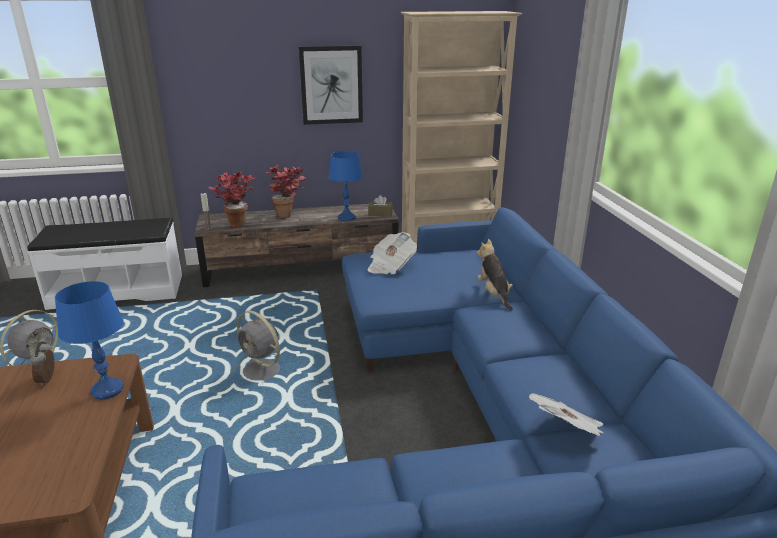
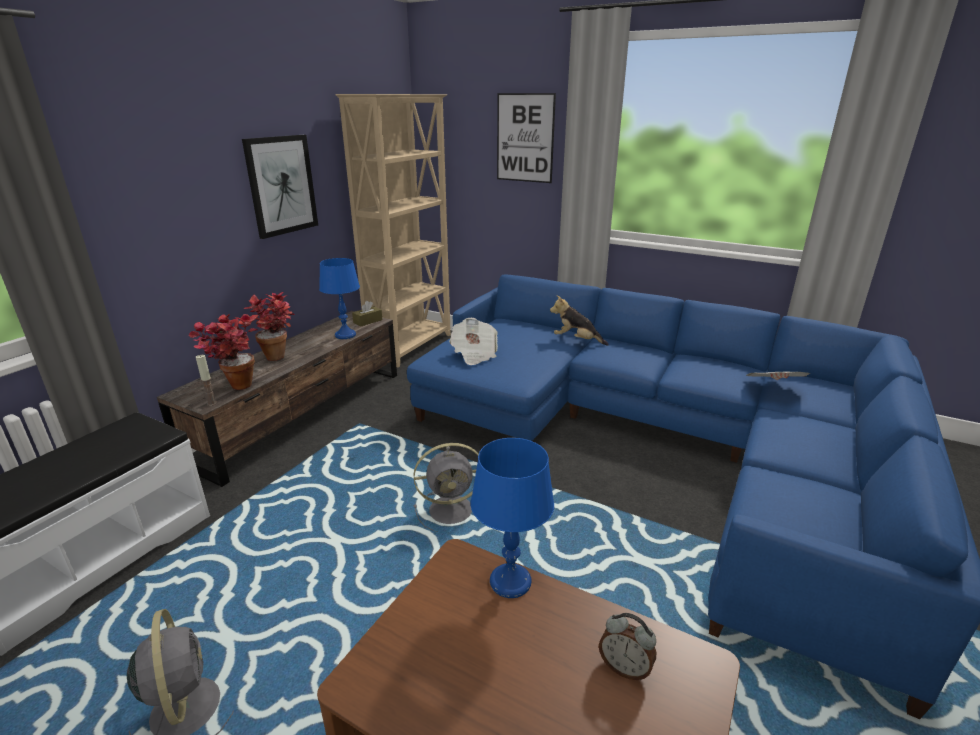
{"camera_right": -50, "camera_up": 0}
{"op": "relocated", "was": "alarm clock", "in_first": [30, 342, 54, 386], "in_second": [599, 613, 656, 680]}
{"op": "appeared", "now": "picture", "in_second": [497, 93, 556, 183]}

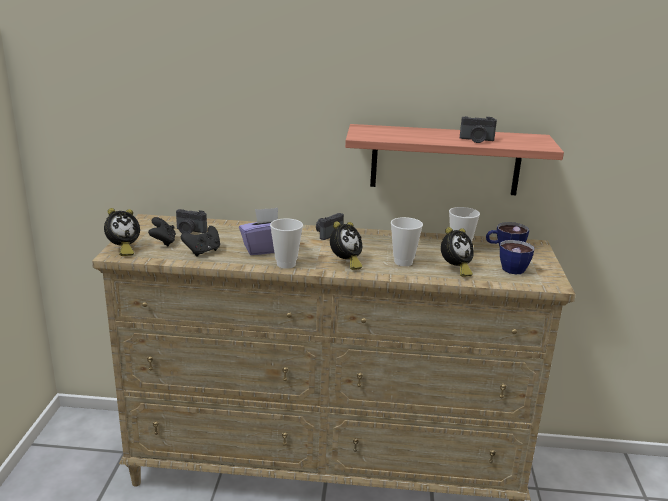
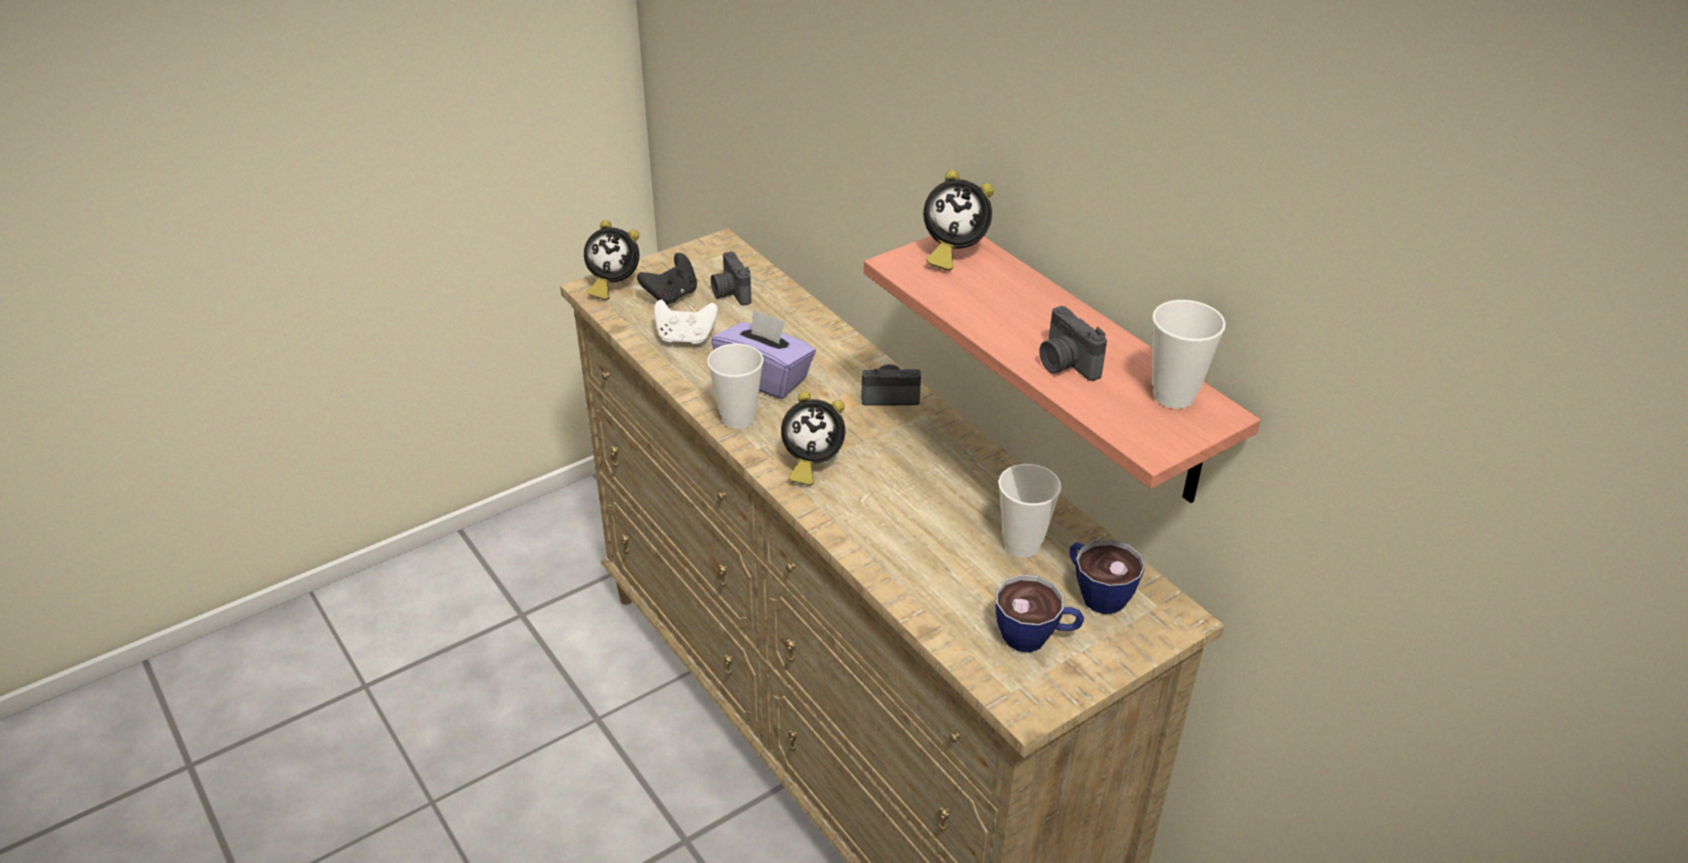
{"camera_right": 50, "camera_up": 15}
{"op": "colour", "was": "black game controller", "now": "white game controller", "in_first": [181, 226, 220, 257], "in_second": [654, 299, 718, 345]}
{"op": "relocated", "was": "cup", "in_first": [391, 217, 423, 266], "in_second": [1152, 300, 1226, 409]}
{"op": "relocated", "was": "alarm clock", "in_first": [441, 227, 474, 277], "in_second": [923, 170, 994, 271]}

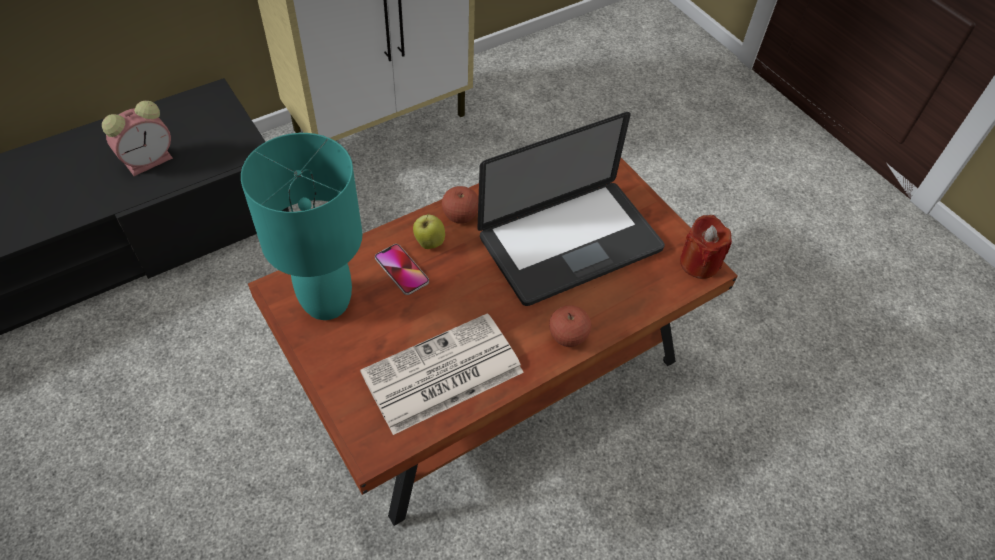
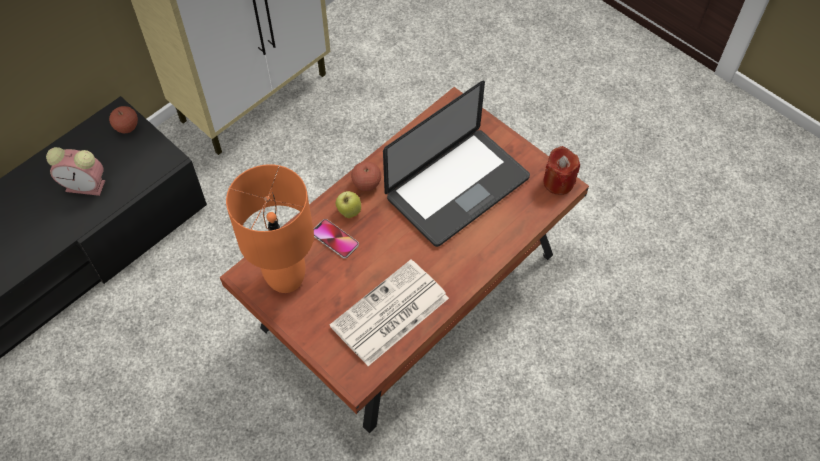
{"camera_right": -10, "camera_up": 5}
{"op": "spun", "was": "alarm clock", "in_first": [102, 100, 173, 176], "in_second": [46, 147, 105, 196], "clockwise": 60}
{"op": "colour", "was": "turquoise table lamp", "now": "orange table lamp", "in_first": [241, 133, 362, 320], "in_second": [226, 164, 314, 293]}
{"op": "relocated", "was": "apple", "in_first": [549, 305, 591, 347], "in_second": [109, 106, 138, 133]}

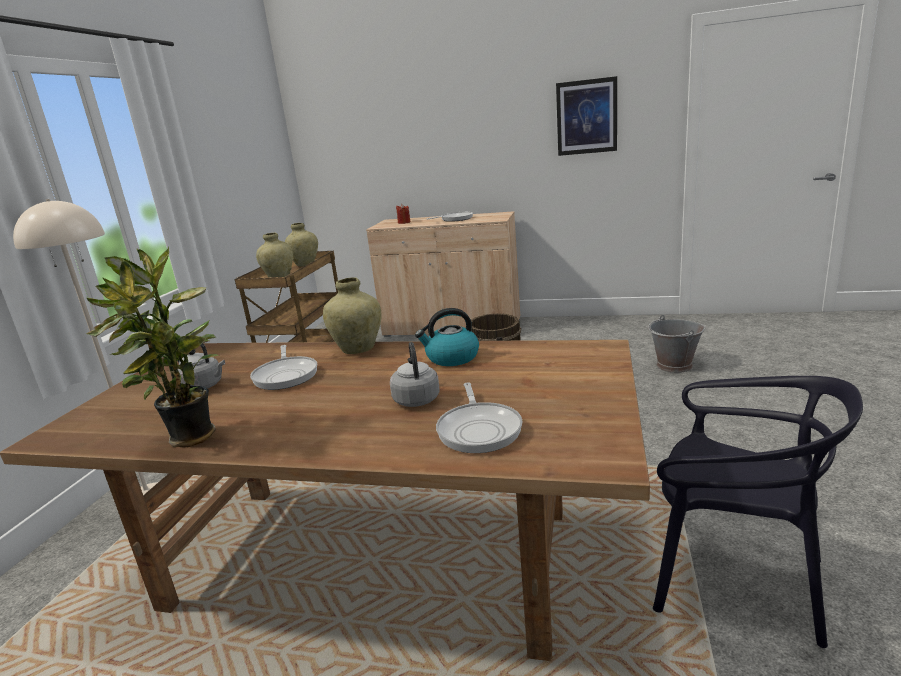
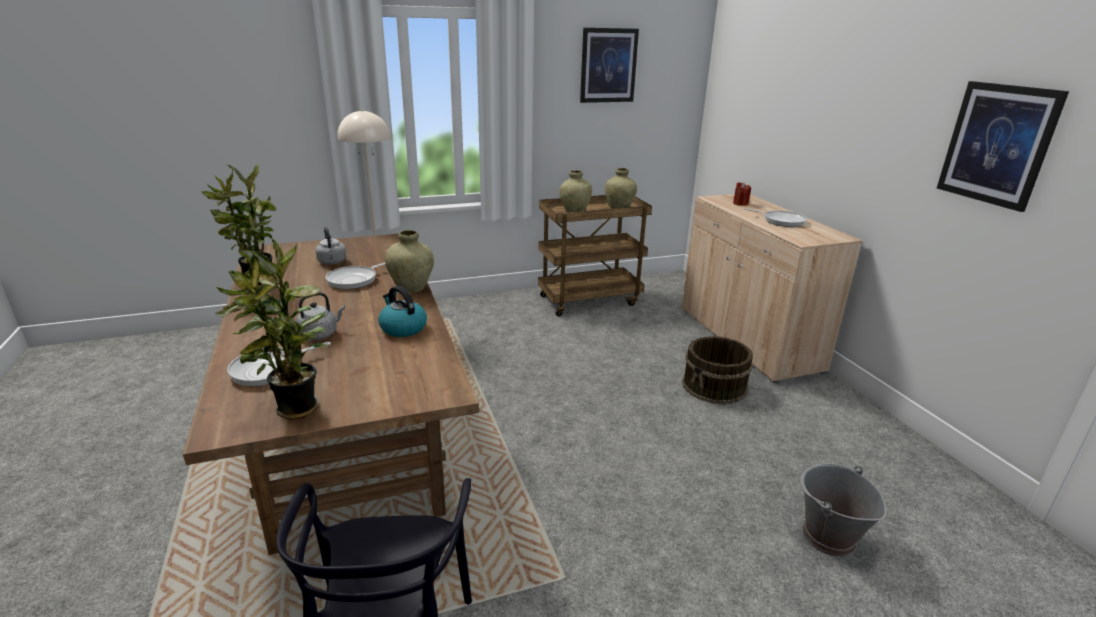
{"camera_right": 55, "camera_up": 5}
{"op": "appeared", "now": "potted plant", "in_second": [215, 237, 328, 420]}
{"op": "appeared", "now": "picture", "in_second": [580, 28, 639, 103]}

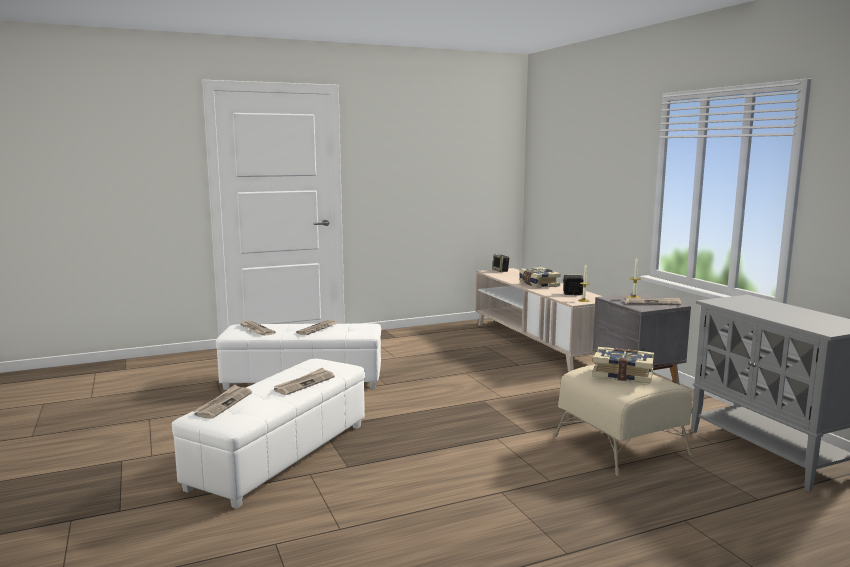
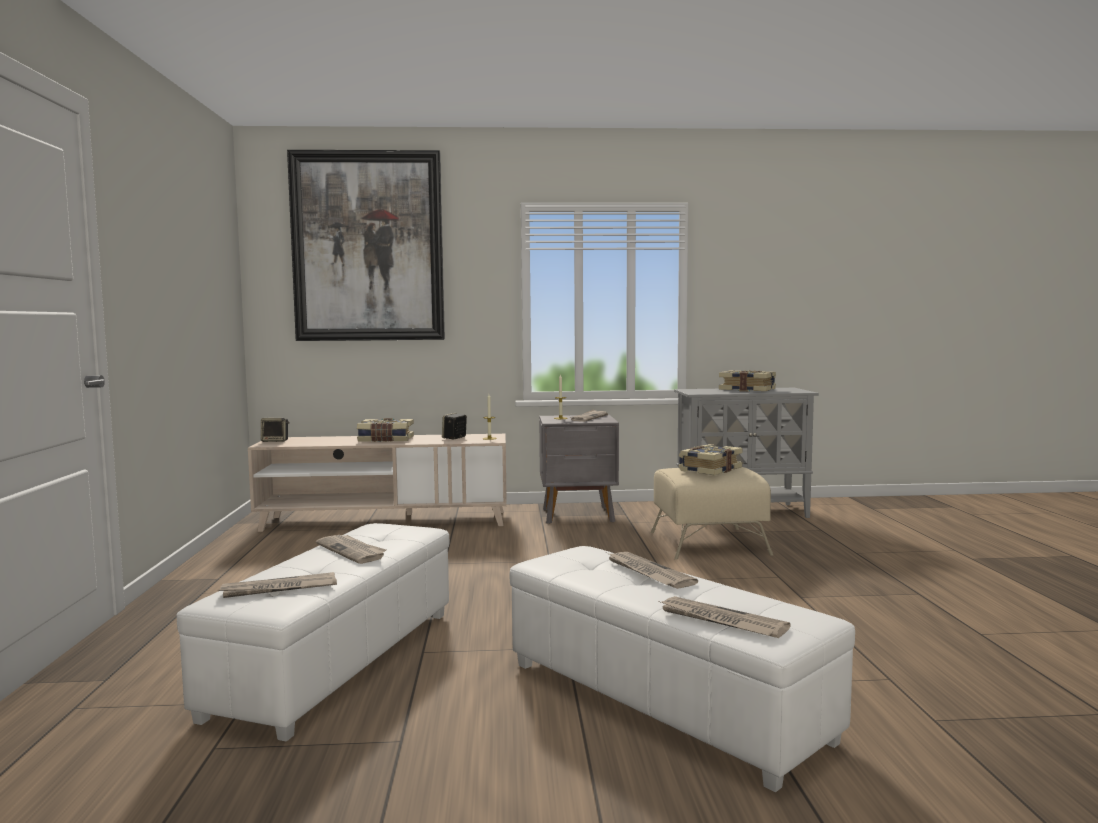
{"camera_right": -70, "camera_up": -5}
{"op": "appeared", "now": "picture", "in_second": [287, 150, 445, 341]}
{"op": "appeared", "now": "book", "in_second": [719, 370, 776, 392]}

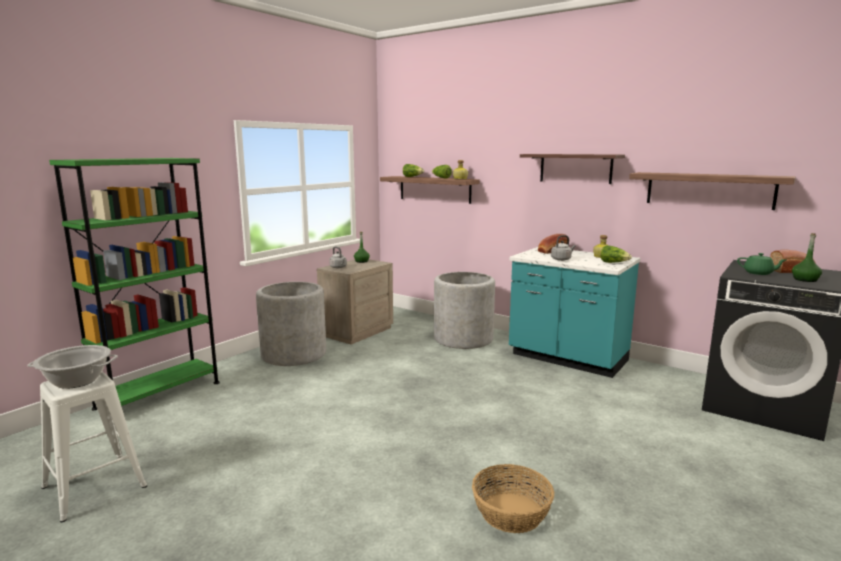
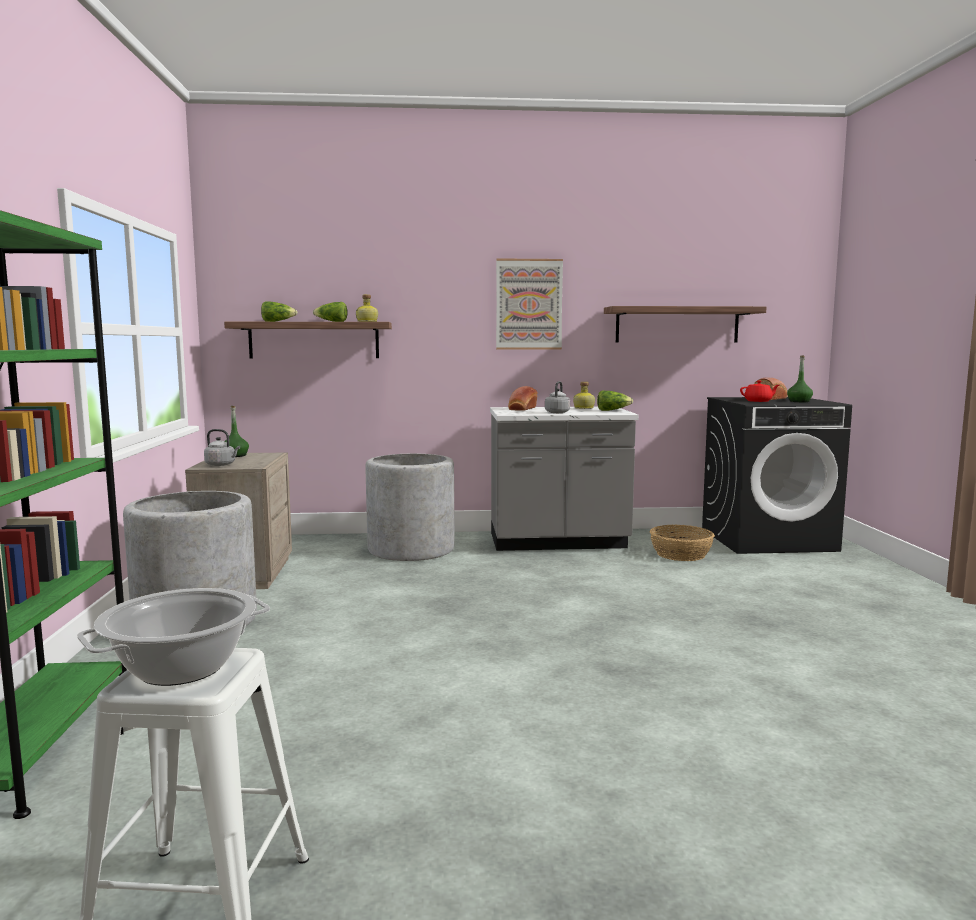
{"camera_right": -40, "camera_up": -5}
{"op": "relocated", "was": "basket", "in_first": [472, 464, 554, 533], "in_second": [650, 525, 714, 561]}
{"op": "colour", "was": "turquoise counter", "now": "grey counter", "in_first": [509, 247, 640, 378], "in_second": [490, 407, 639, 551]}
{"op": "exchanged", "was": "shelf", "now": "picture", "in_first": [520, 154, 625, 184], "in_second": [496, 258, 563, 350]}
{"op": "colour", "was": "green teapot", "now": "red teapot", "in_first": [737, 253, 786, 275], "in_second": [740, 381, 779, 402]}

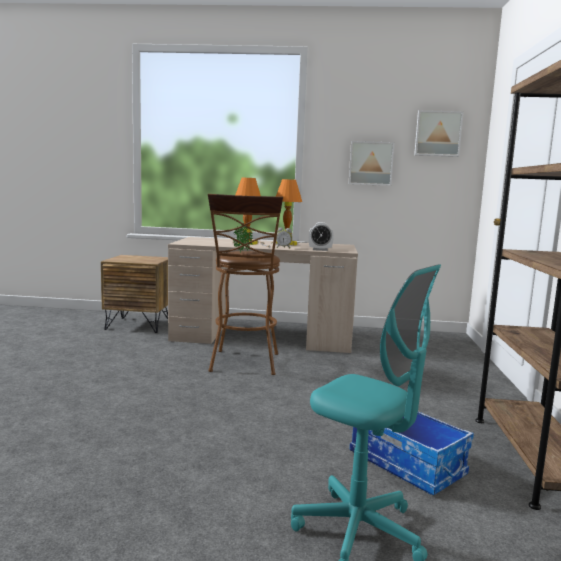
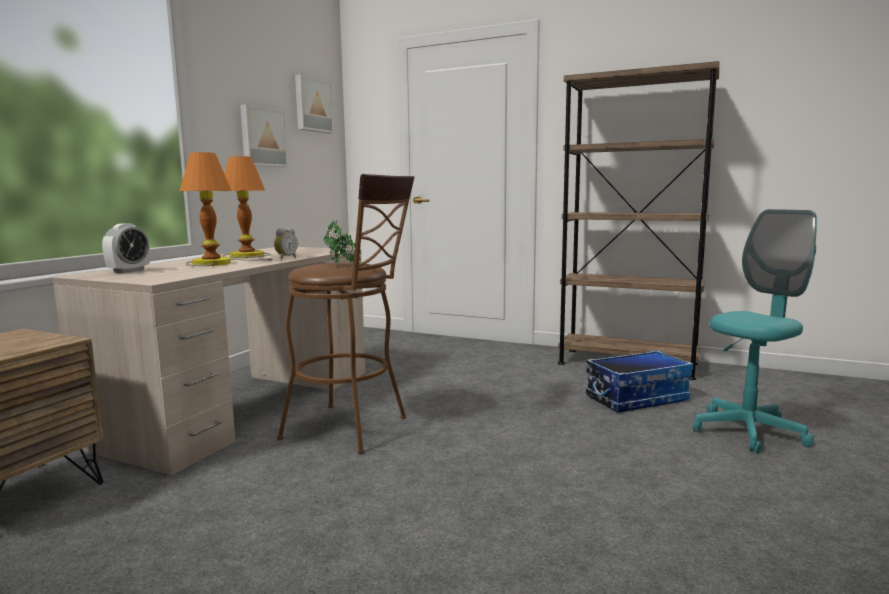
{"camera_right": -70, "camera_up": 0}
{"op": "relocated", "was": "alarm clock", "in_first": [309, 222, 334, 251], "in_second": [102, 223, 150, 273]}

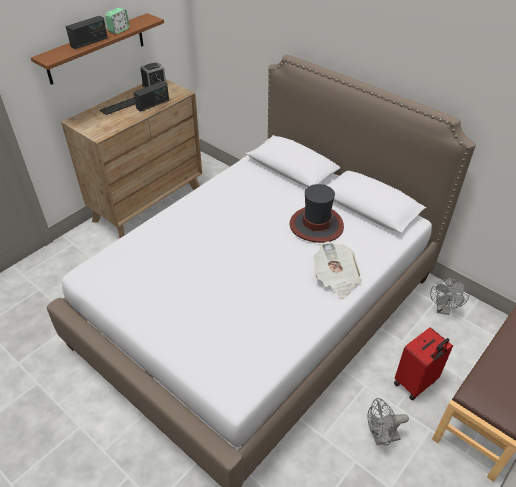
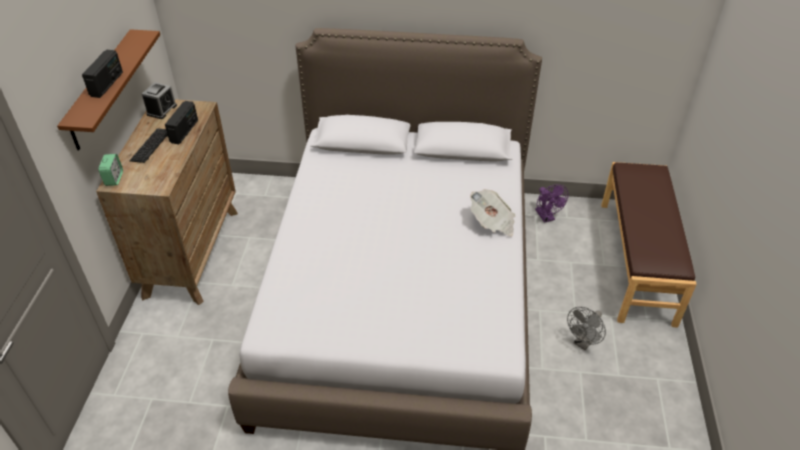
{"camera_right": -35, "camera_up": 0}
{"op": "relocated", "was": "alarm clock", "in_first": [105, 8, 129, 34], "in_second": [99, 154, 123, 186]}
{"op": "missing", "was": "hat", "in_first": [290, 184, 344, 243]}
{"op": "missing", "was": "red suitcase", "in_first": [394, 327, 453, 400]}
{"op": "colour", "was": "grey fan", "now": "purple fan", "in_first": [430, 278, 470, 315], "in_second": [535, 184, 568, 223]}

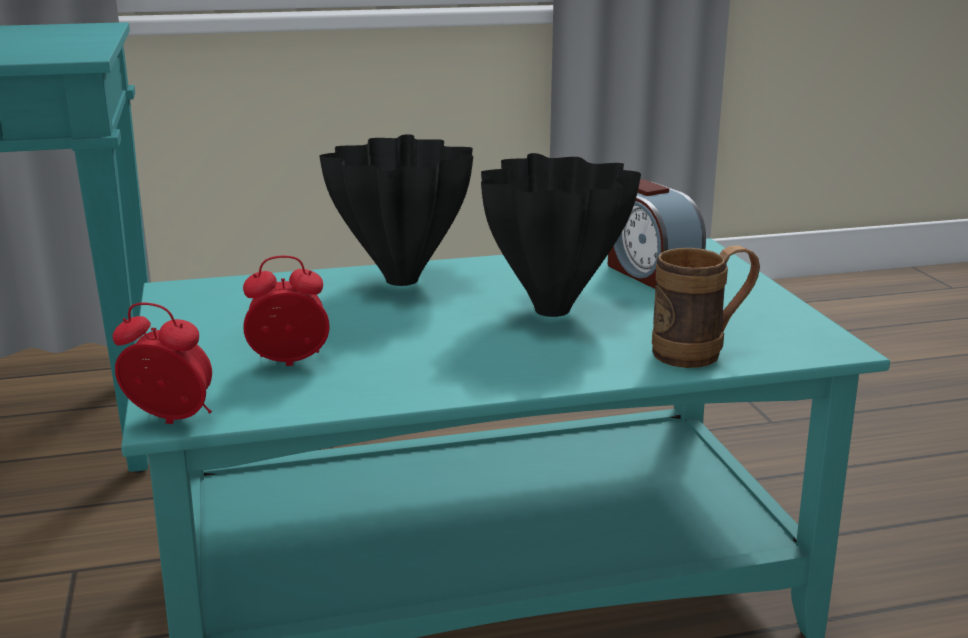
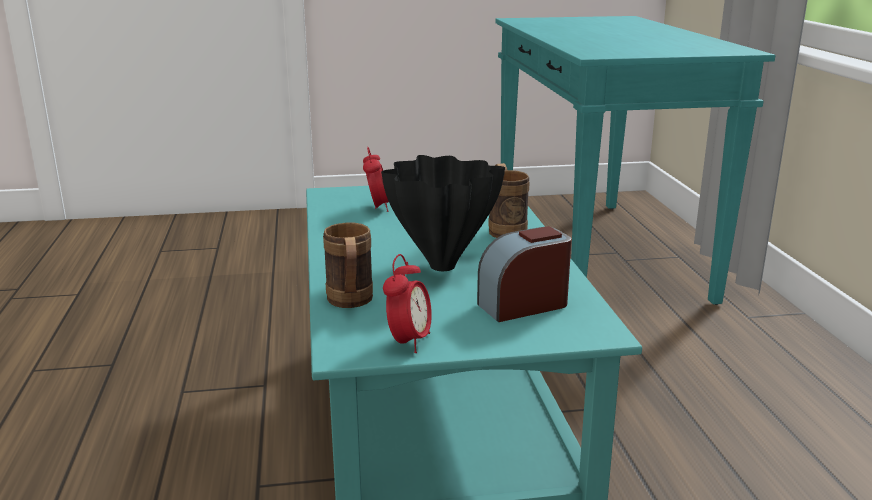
{"camera_right": 95, "camera_up": 0}
{"op": "relocated", "was": "alarm clock", "in_first": [112, 303, 212, 424], "in_second": [383, 254, 432, 353]}
{"op": "exchanged", "was": "black vase", "now": "brown mug", "in_first": [319, 134, 473, 286], "in_second": [488, 163, 530, 238]}

